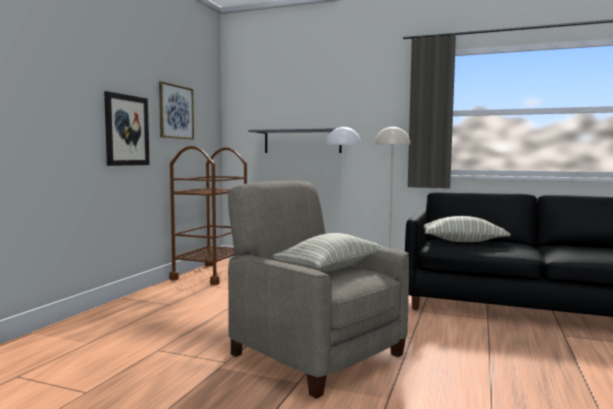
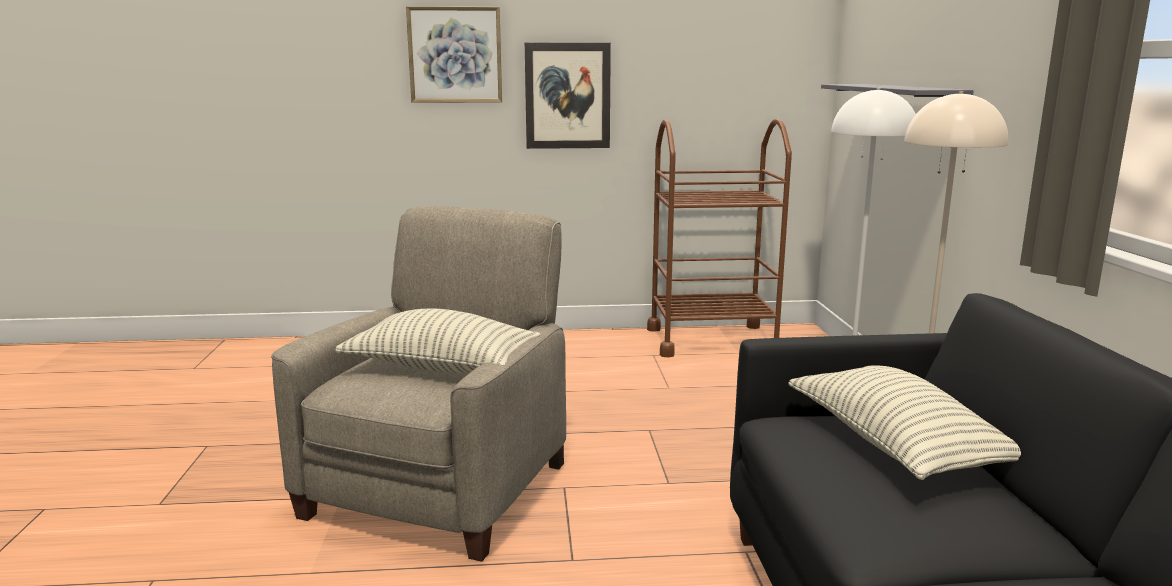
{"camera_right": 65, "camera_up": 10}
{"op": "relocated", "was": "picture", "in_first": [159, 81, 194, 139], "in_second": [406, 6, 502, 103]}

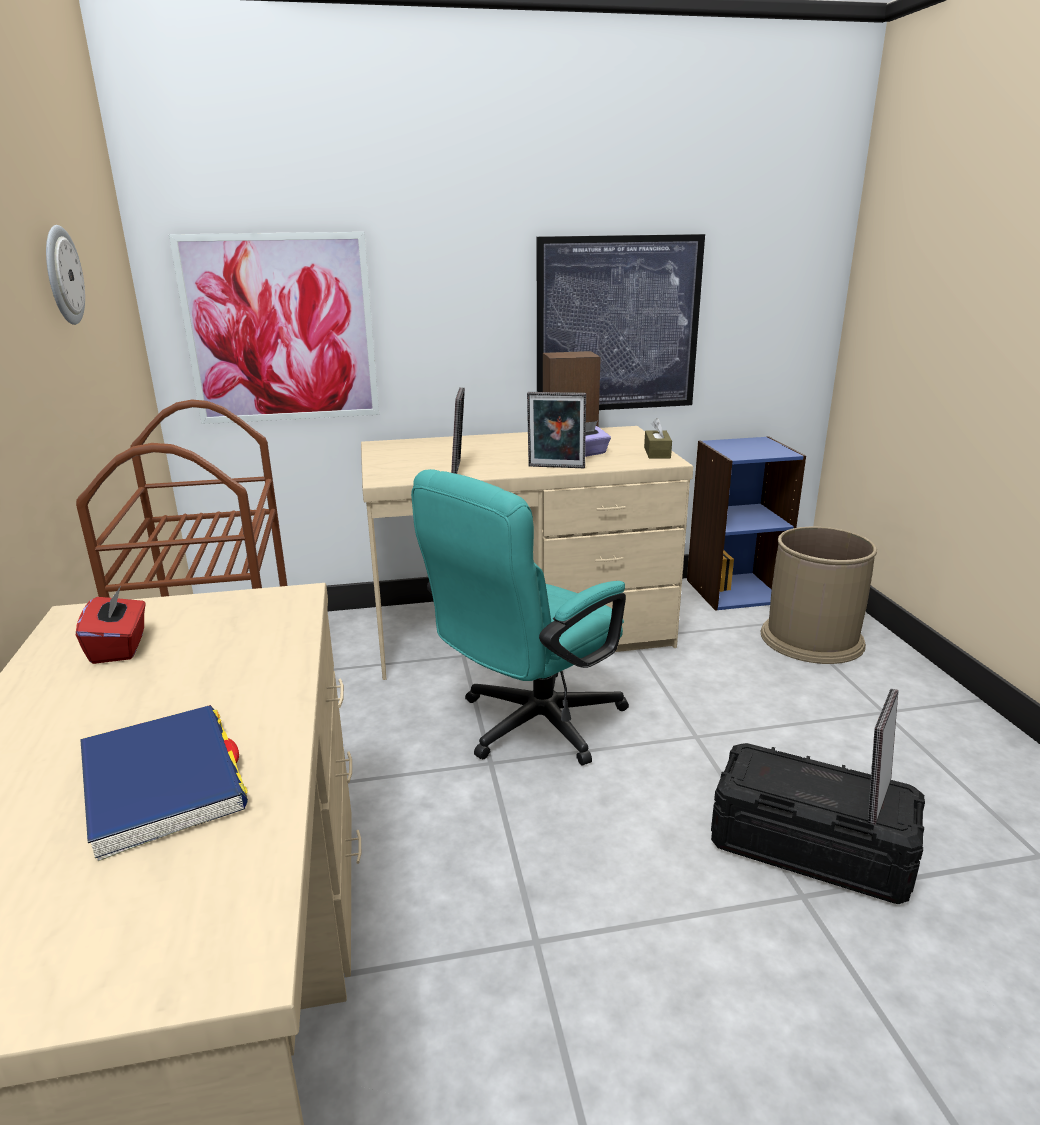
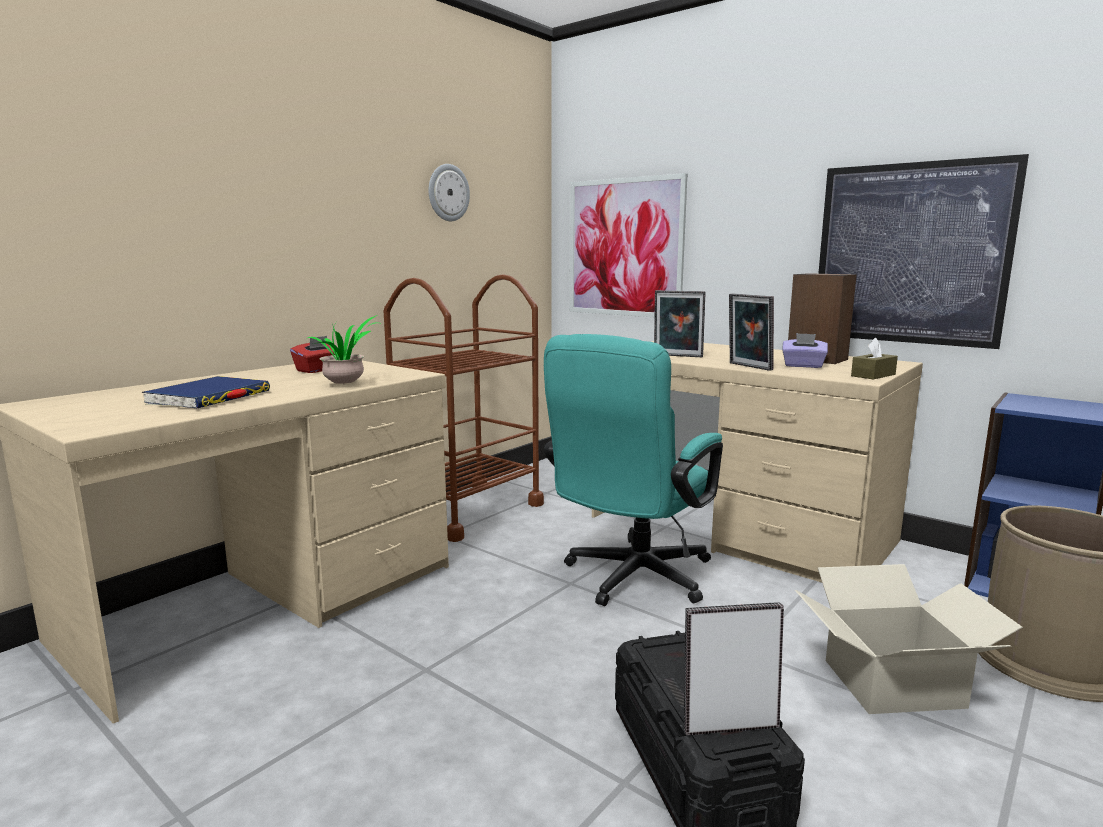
{"camera_right": 50, "camera_up": -10}
{"op": "spun", "was": "turquoise office chair", "in_first": [411, 469, 629, 765], "in_second": [544, 334, 723, 606], "clockwise": -60}
{"op": "spun", "was": "picture frame", "in_first": [451, 387, 465, 474], "in_second": [654, 290, 706, 357], "clockwise": 60}
{"op": "appeared", "now": "potted plant", "in_second": [306, 315, 382, 384]}
{"op": "appeared", "now": "cardboard box", "in_second": [795, 564, 1023, 714]}

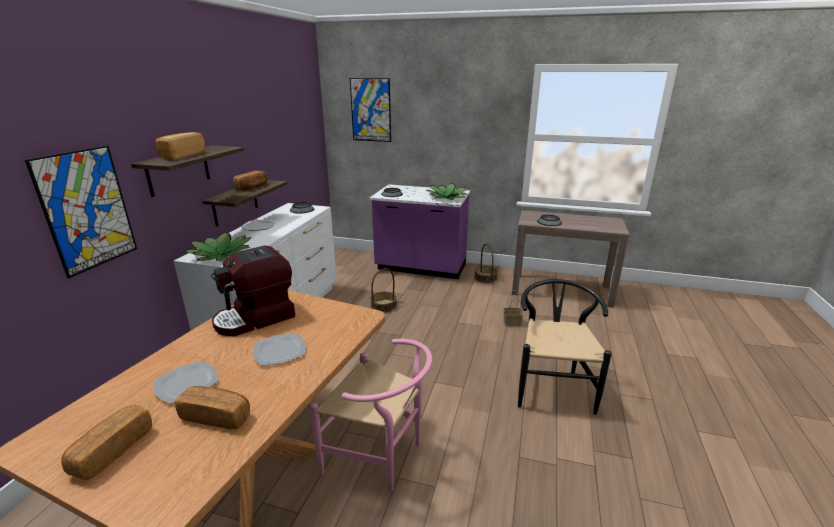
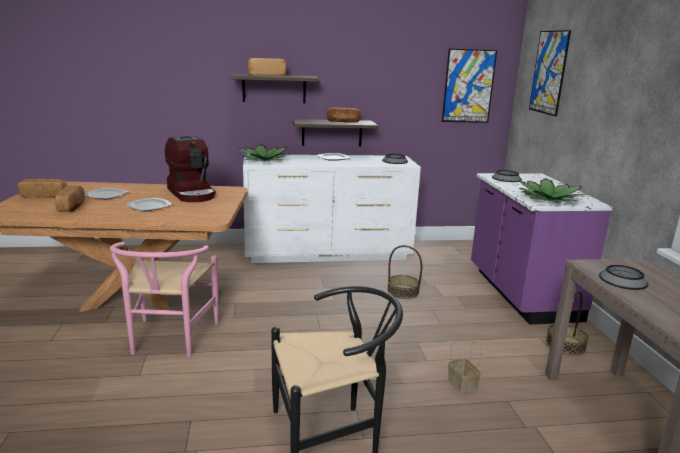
{"camera_right": 65, "camera_up": -5}
{"op": "relocated", "was": "picture", "in_first": [25, 146, 137, 278], "in_second": [442, 49, 497, 123]}
{"op": "spun", "was": "coffee machine", "in_first": [211, 245, 295, 336], "in_second": [165, 136, 216, 202], "clockwise": -150}

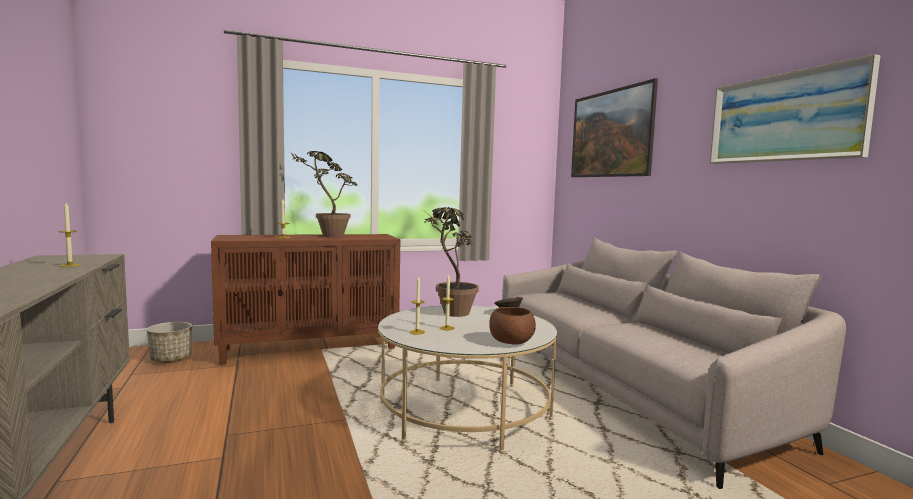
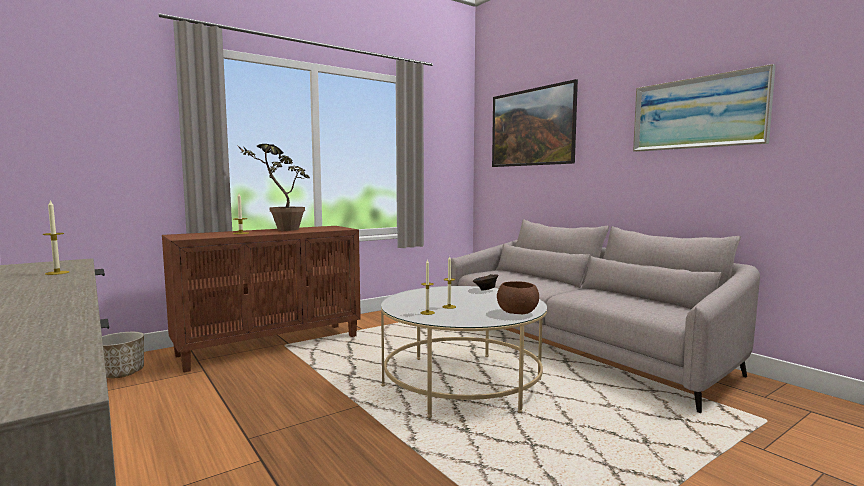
{"camera_right": -15, "camera_up": 0}
{"op": "missing", "was": "potted plant", "in_first": [424, 207, 479, 317]}

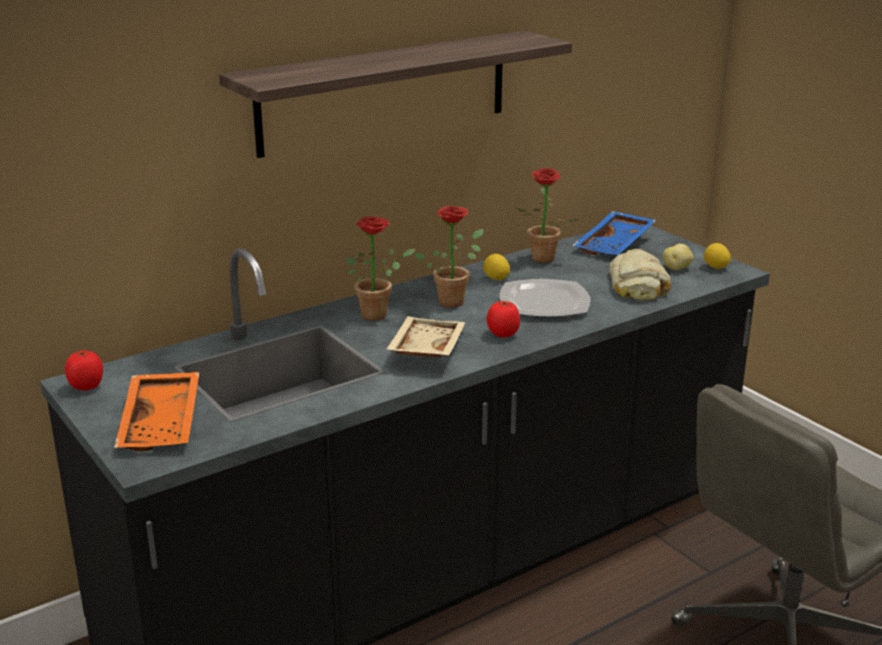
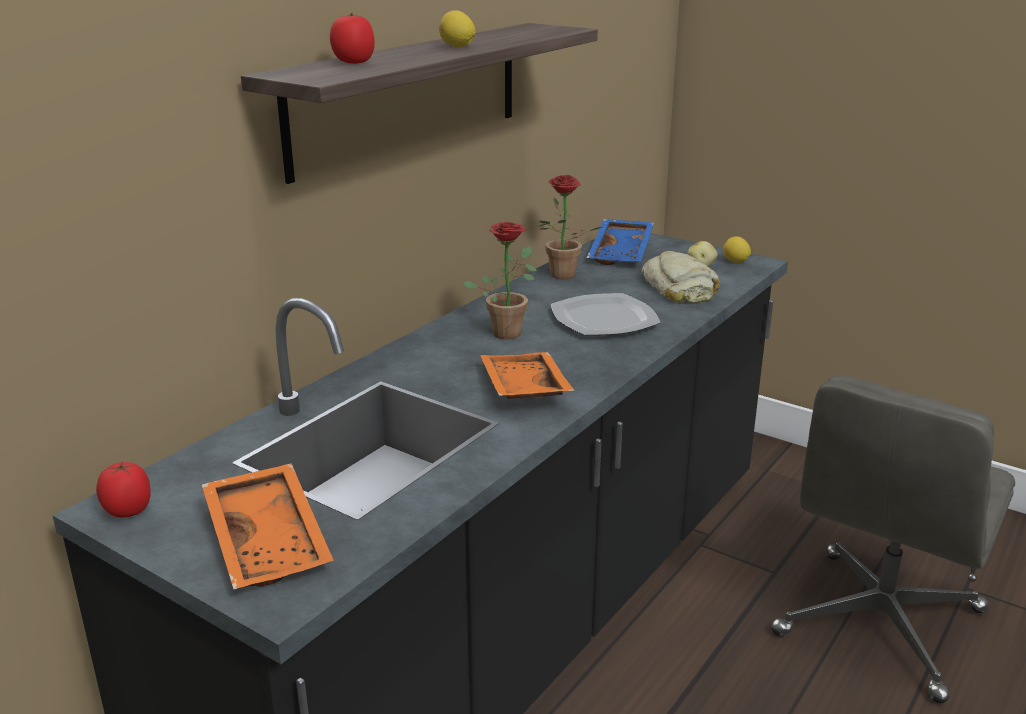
{"camera_right": -20, "camera_up": 0}
{"op": "missing", "was": "potted plant", "in_first": [347, 216, 416, 321]}
{"op": "colour", "was": "beige tray", "now": "orange tray", "in_first": [386, 316, 466, 357], "in_second": [480, 352, 575, 399]}
{"op": "relocated", "was": "lemon", "in_first": [483, 254, 510, 280], "in_second": [439, 10, 476, 47]}
{"op": "relocated", "was": "tomato", "in_first": [487, 301, 520, 337], "in_second": [330, 13, 375, 64]}

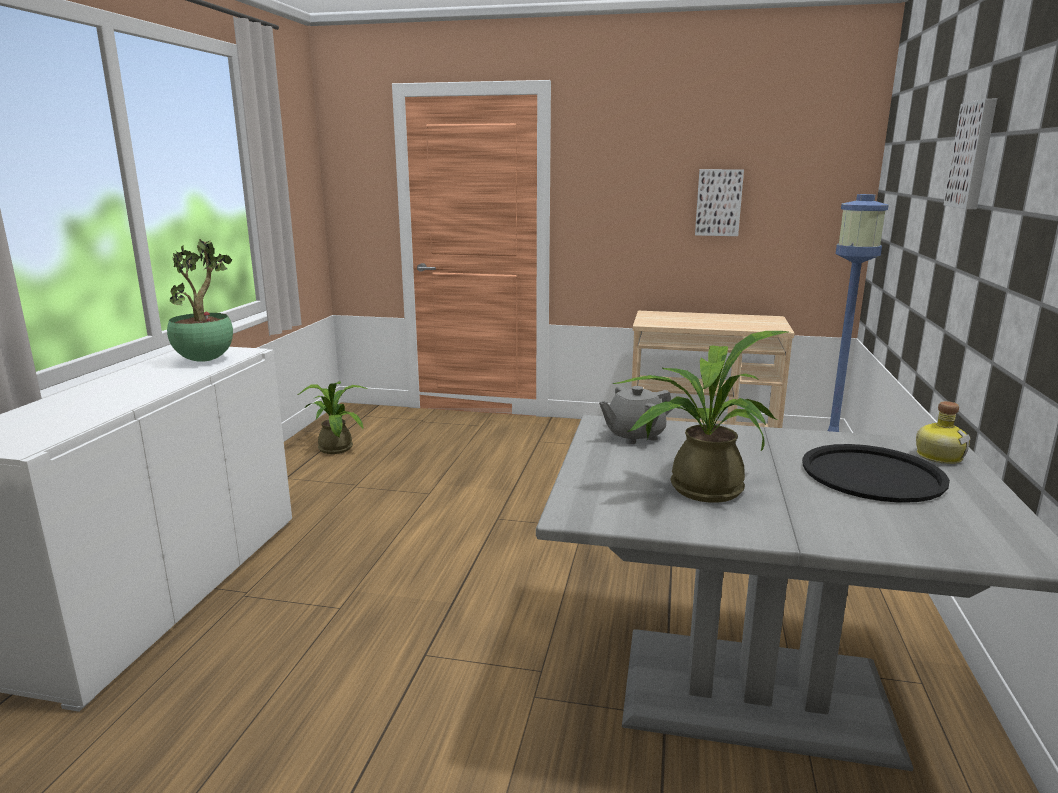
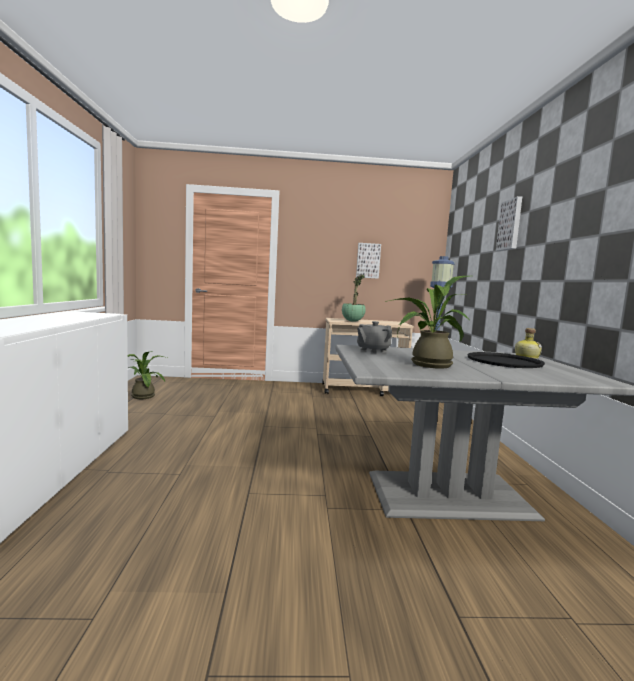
{"camera_right": -15, "camera_up": -10}
{"op": "relocated", "was": "potted plant", "in_first": [167, 239, 233, 362], "in_second": [342, 275, 366, 322]}

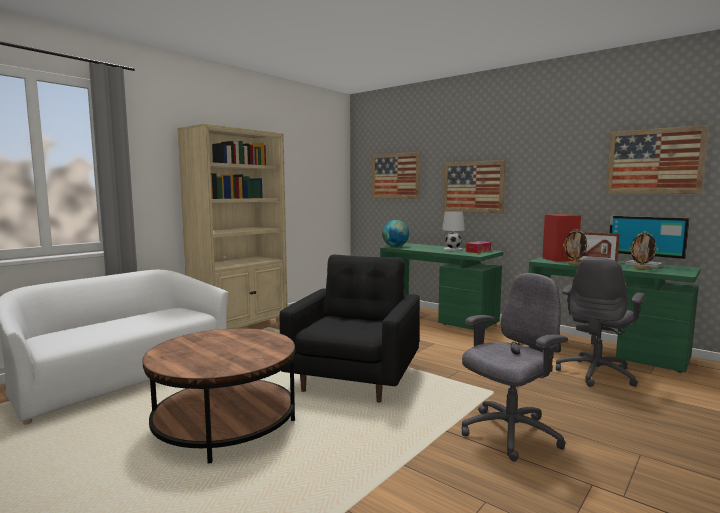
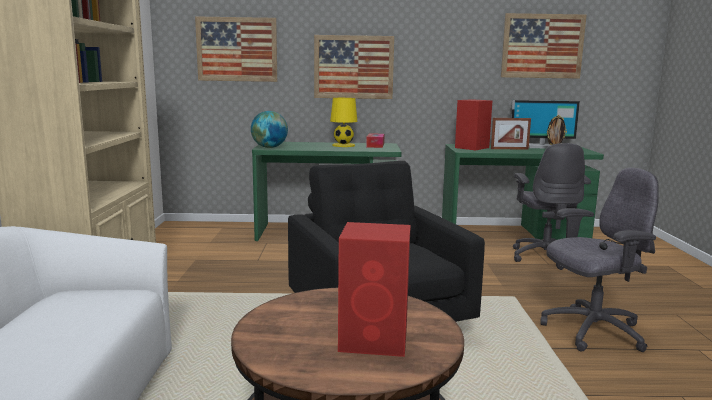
{"camera_right": -40, "camera_up": 5}
{"op": "colour", "was": "white table lamp", "now": "yellow table lamp", "in_first": [442, 211, 465, 251], "in_second": [330, 98, 357, 147]}
{"op": "spun", "was": "grey office chair", "in_first": [461, 273, 568, 461], "in_second": [540, 168, 659, 352], "clockwise": 60}
{"op": "missing", "was": "picture frame", "in_first": [563, 229, 589, 265]}
{"op": "appeared", "now": "red speaker", "in_second": [338, 222, 411, 357]}

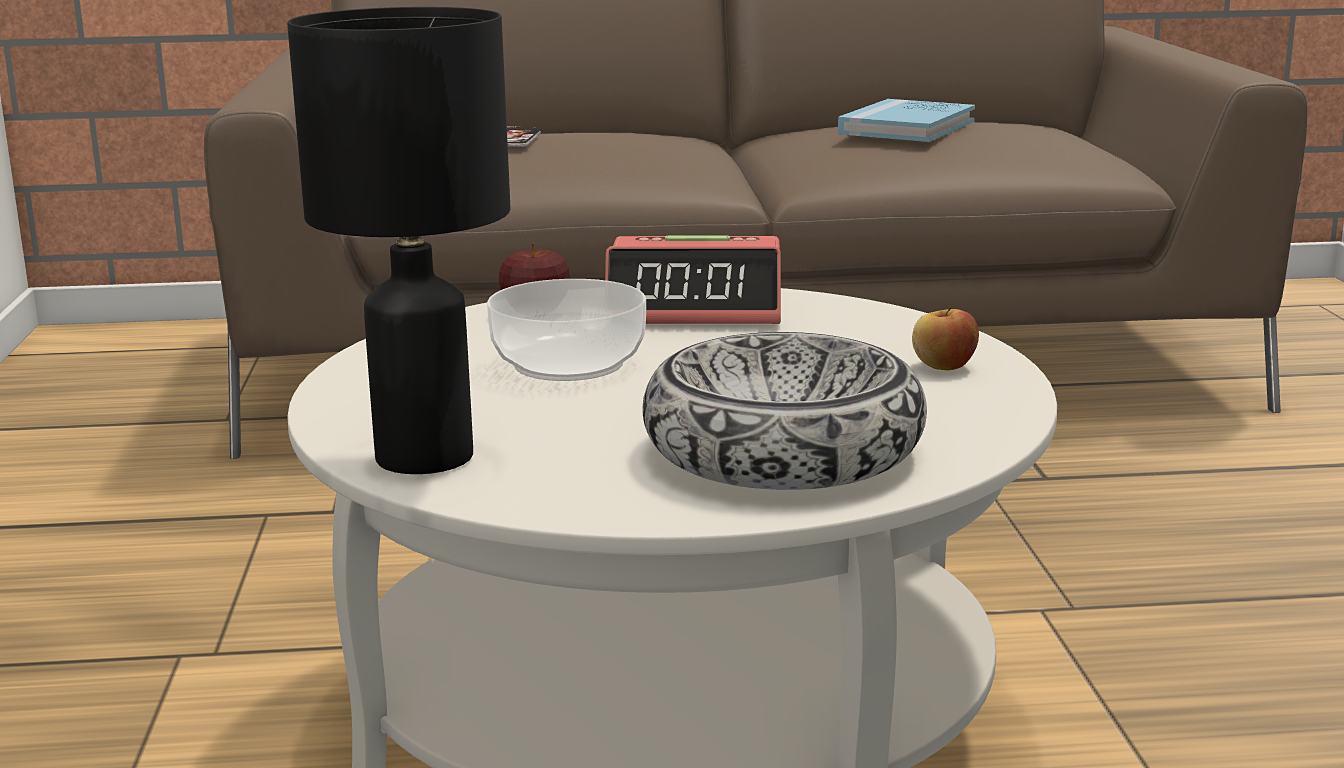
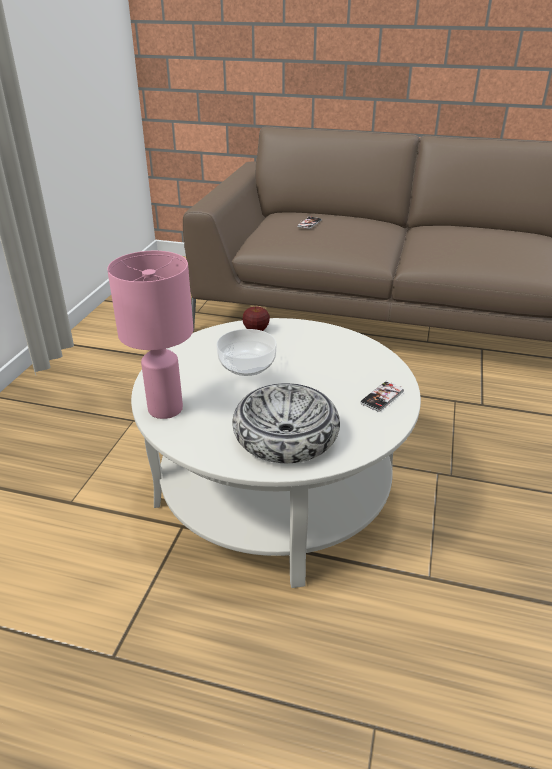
{"camera_right": 20, "camera_up": 15}
{"op": "colour", "was": "black table lamp", "now": "pink table lamp", "in_first": [287, 7, 511, 474], "in_second": [107, 251, 193, 419]}
{"op": "missing", "was": "alarm clock", "in_first": [605, 235, 781, 324]}
{"op": "missing", "was": "blue book", "in_first": [838, 99, 975, 142]}
{"op": "exchanged", "was": "apple", "now": "phone", "in_first": [912, 307, 979, 370], "in_second": [360, 381, 404, 412]}

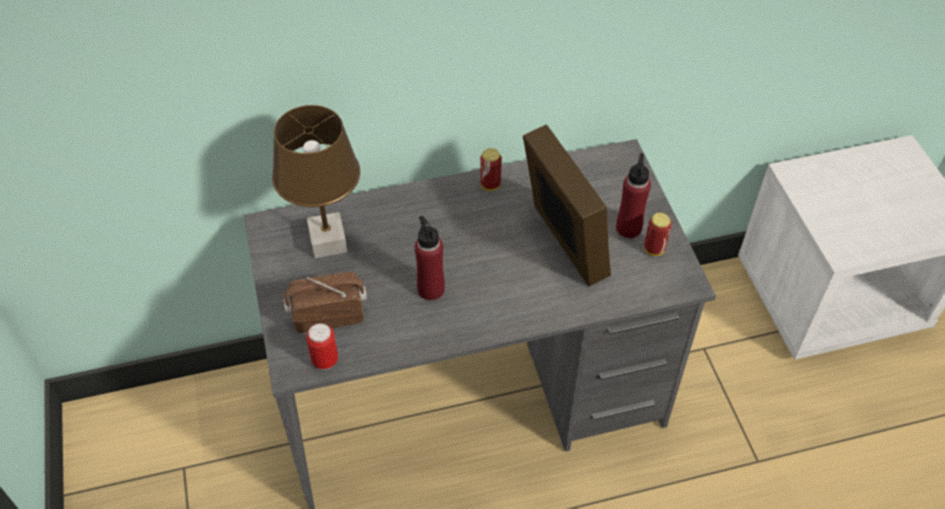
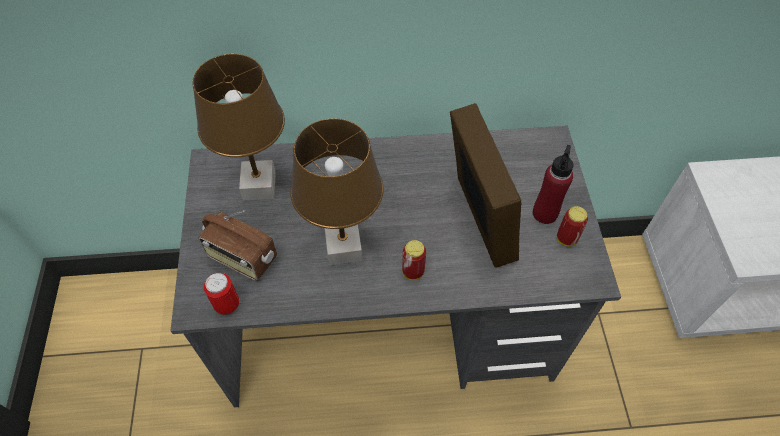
{"camera_right": 10, "camera_up": 5}
{"op": "spun", "was": "radio", "in_first": [284, 272, 367, 333], "in_second": [198, 210, 277, 281], "clockwise": -150}
{"op": "exchanged", "was": "red bottle", "now": "brown table lamp", "in_first": [415, 216, 445, 300], "in_second": [290, 119, 384, 265]}
{"op": "relocated", "was": "can", "in_first": [480, 148, 502, 191], "in_second": [402, 240, 426, 280]}

